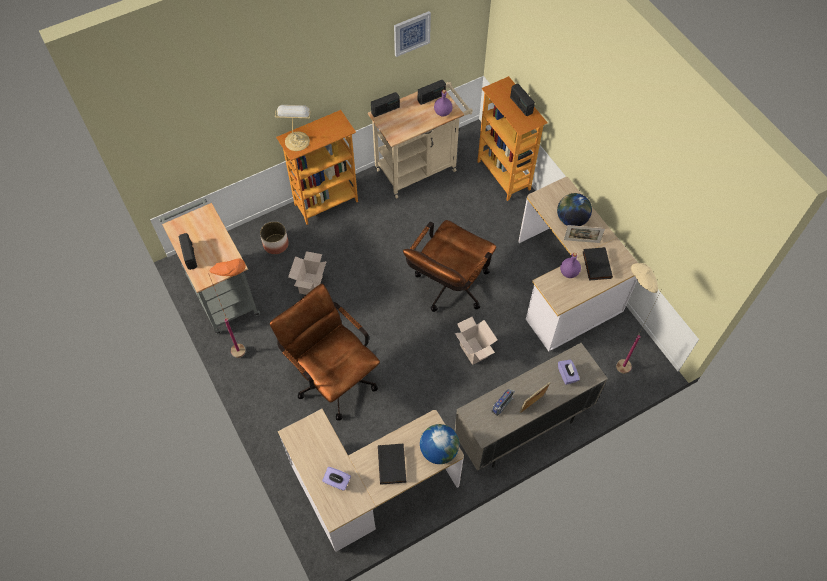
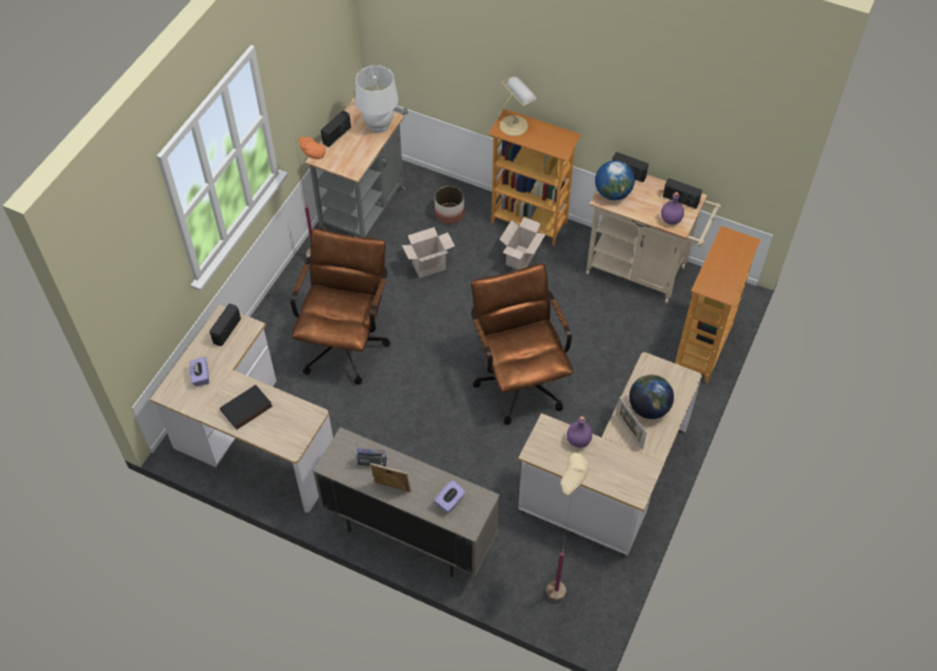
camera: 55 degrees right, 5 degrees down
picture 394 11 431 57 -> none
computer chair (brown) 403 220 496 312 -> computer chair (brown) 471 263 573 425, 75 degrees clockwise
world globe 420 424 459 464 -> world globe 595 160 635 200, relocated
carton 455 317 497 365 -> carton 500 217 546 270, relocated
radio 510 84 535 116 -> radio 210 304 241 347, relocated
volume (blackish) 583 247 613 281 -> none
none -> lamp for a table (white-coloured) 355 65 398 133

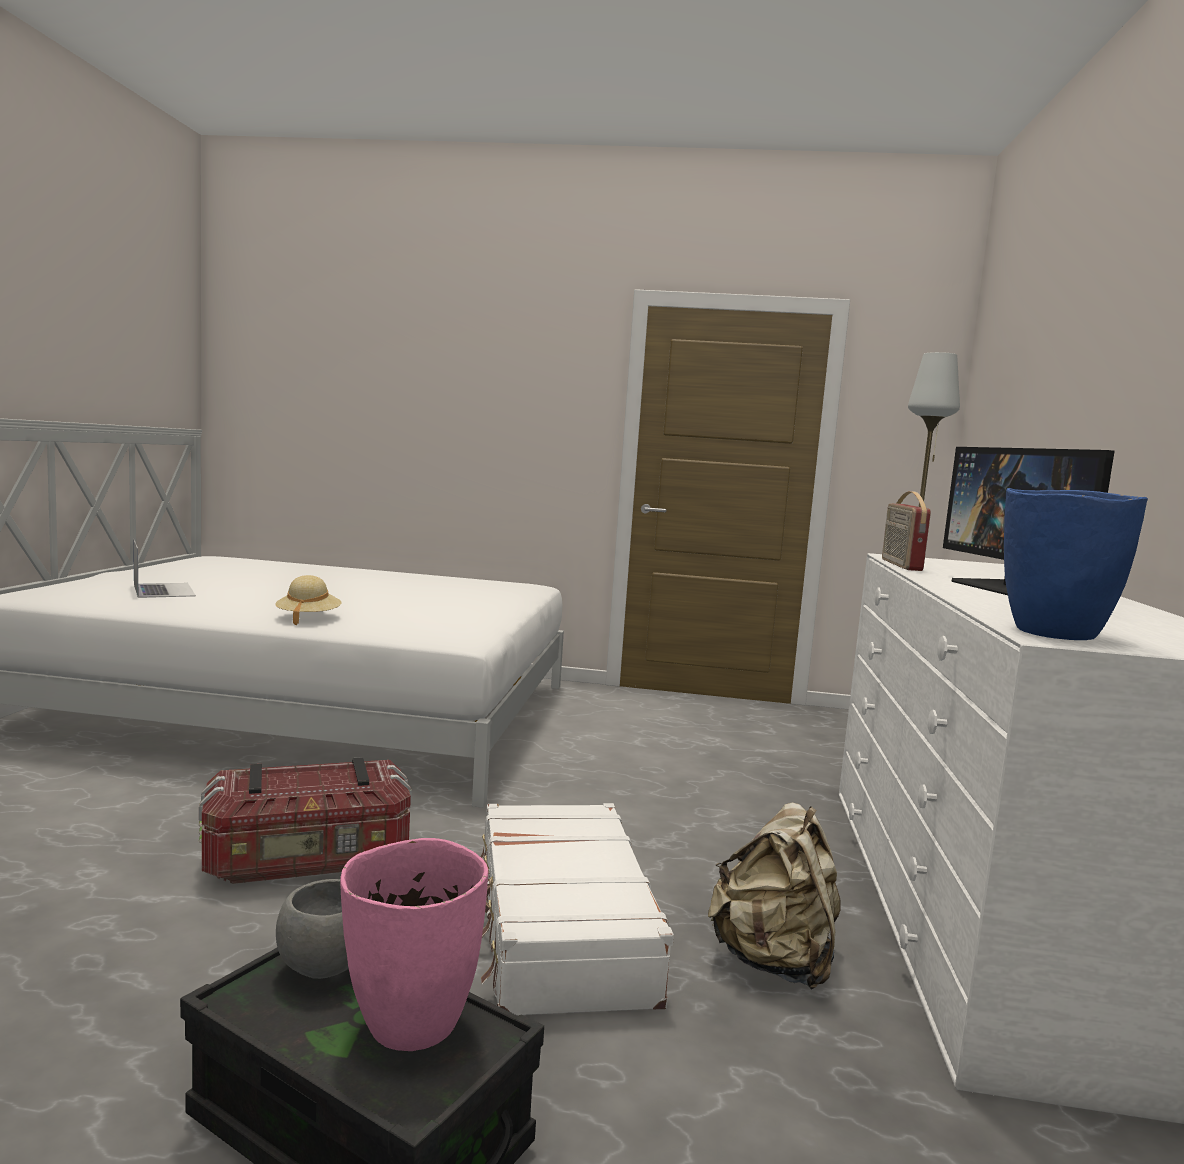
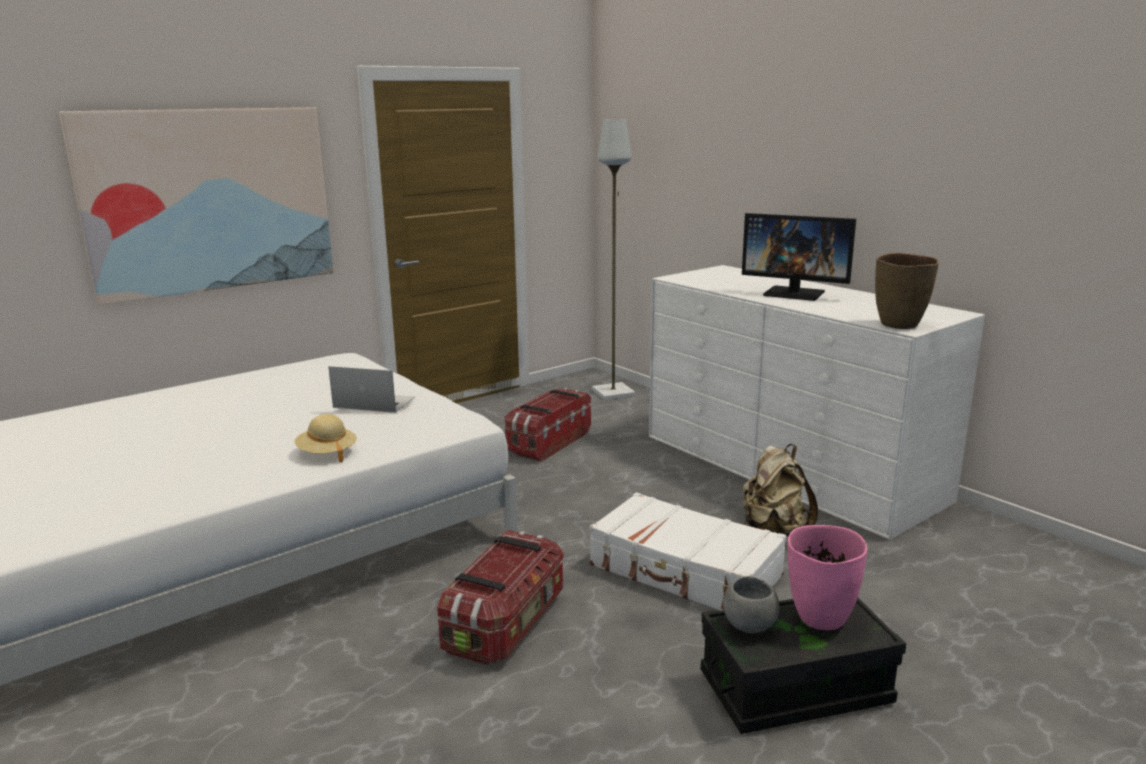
camera: 45 degrees left, 10 degrees up
portable computer 133 539 196 598 -> portable computer 328 366 415 413, relocated
radio 882 491 931 571 -> none
vase (blue) 1004 488 1148 640 -> vase (brown) 875 253 939 329
none -> picture 59 107 333 305
none -> storage container 505 388 591 462

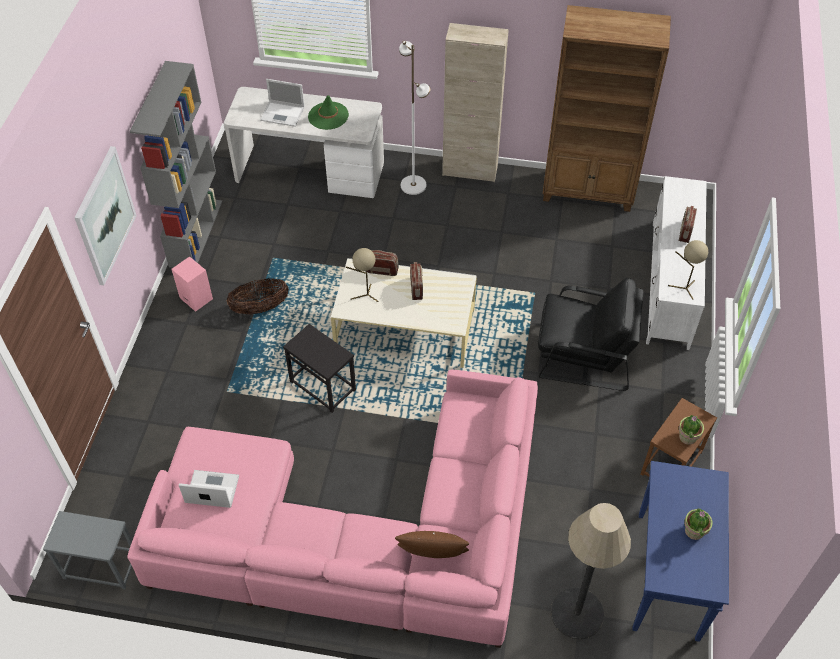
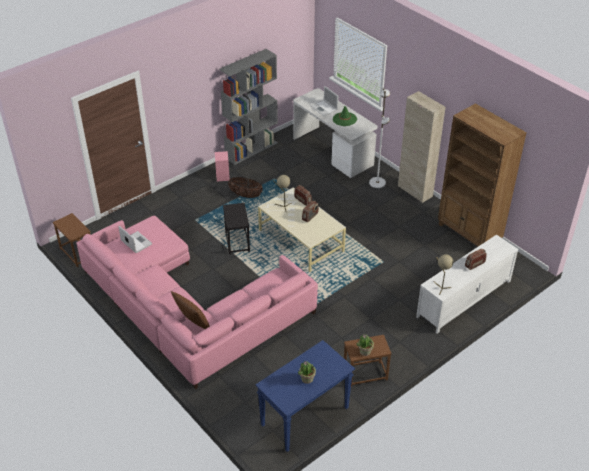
camera: 40 degrees right, 10 degrees down
accent table (gray) 43 511 133 589 -> accent table (brown) 53 213 91 267
picture 74 146 137 285 -> none
armchair (blackish) 538 278 644 391 -> none
standard lamp 551 503 631 639 -> none

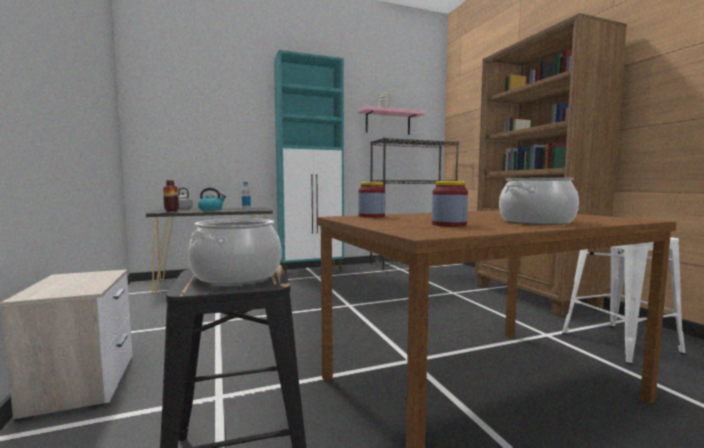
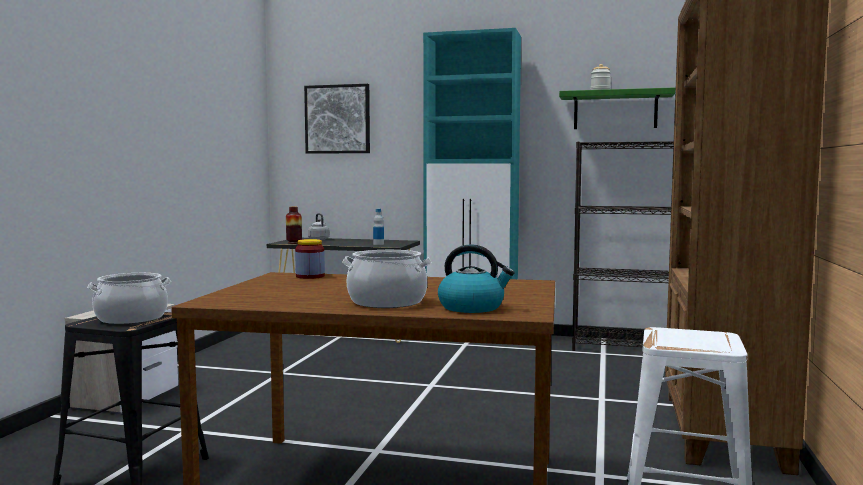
camera: 35 degrees right, 0 degrees up
tea kettle 198 188 226 211 -> tea kettle 438 244 515 313, relocated
shelf (pink) 358 106 427 135 -> shelf (greenish) 559 87 675 129
storage jar 432 181 468 227 -> none
none -> picture 304 84 370 154

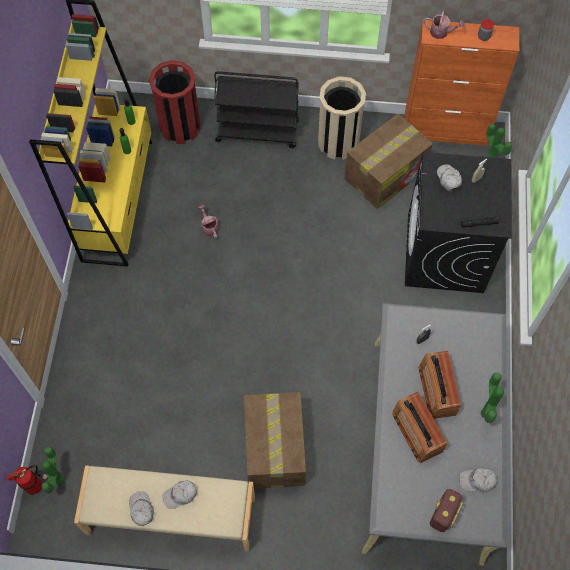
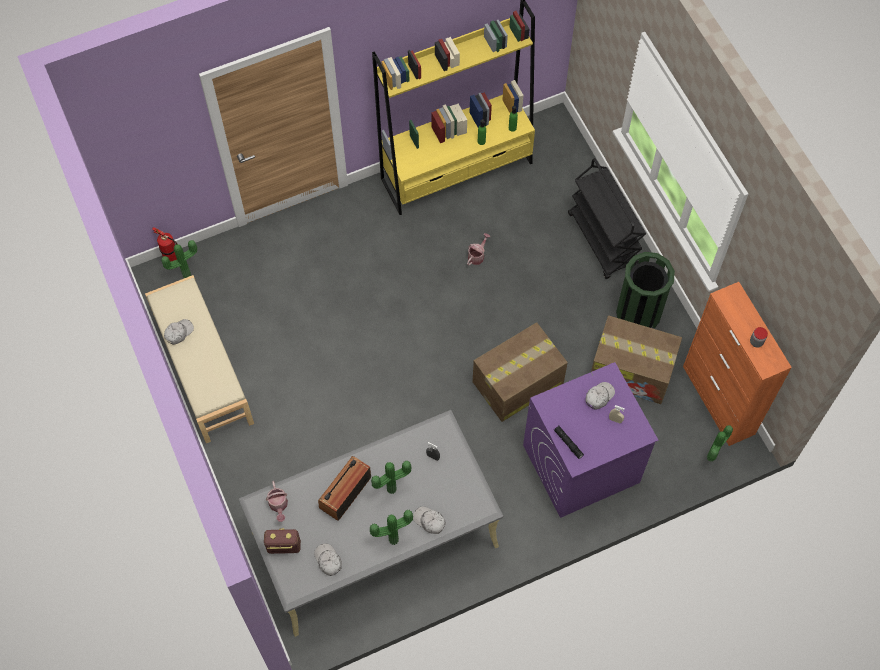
camera: 60 degrees right, 0 degrees up
rubbish bin (red-coloured) 149 60 201 144 -> none
baseball cap (white-coloured) 162 481 197 509 -> baseball cap (white-coloured) 413 506 446 534, relocated
carton 244 392 306 489 -> carton 473 322 568 422, relocated
rubbish bin (sand-coloured) 318 76 366 160 -> rubbish bin (greenish) 616 252 675 329
washing machine (blackish) 405 152 512 293 -> washing machine (purple) 523 362 658 518
radio 418 351 461 419 -> houseplant 371 461 412 494
watering can 423 11 465 39 -> watering can 266 481 288 522, relocated

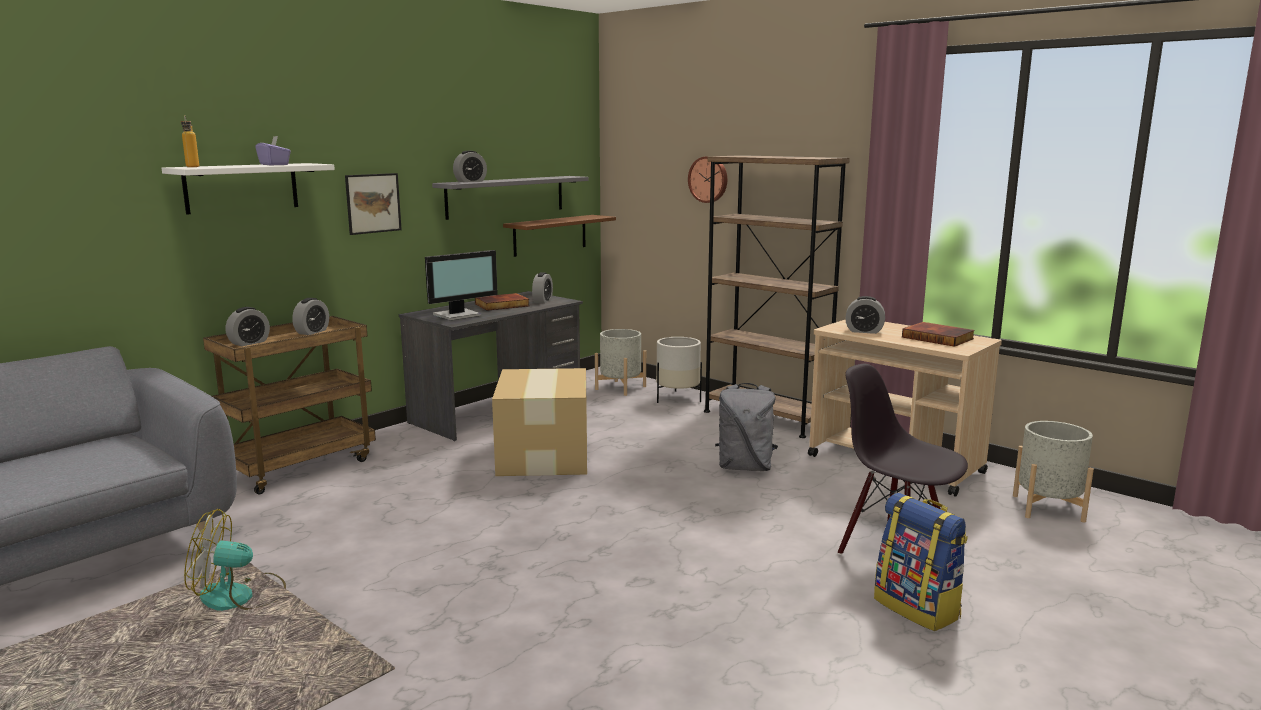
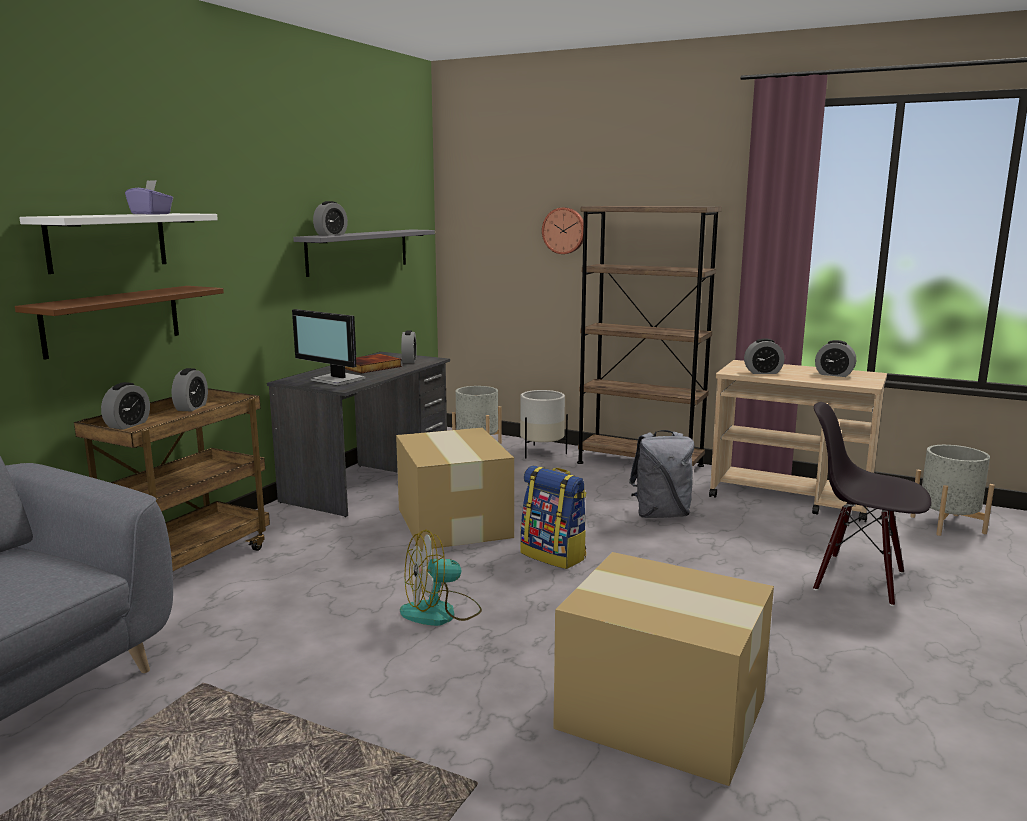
camera: 15 degrees left, 0 degrees up
beverage bottle 181 116 199 167 -> none
fan 184 509 286 611 -> fan 400 529 482 626, relocated
picture 345 173 402 235 -> none
monitor 425 250 498 320 -> monitor 292 309 366 386, 90 degrees clockwise
shelf (brown) 503 215 616 257 -> shelf (brown) 15 286 224 360, relocated
knapsack 874 493 968 631 -> knapsack 520 466 587 569, relocated
volume 902 322 975 347 -> alarm clock 815 340 856 377
none -> carton 553 552 774 786

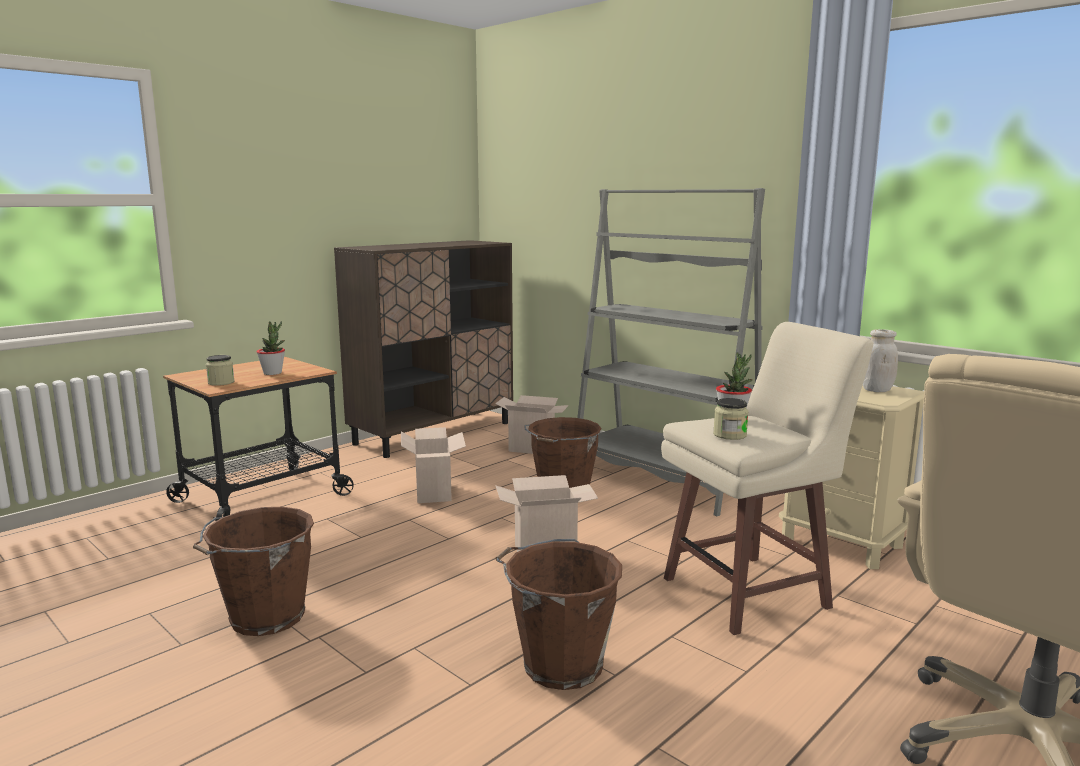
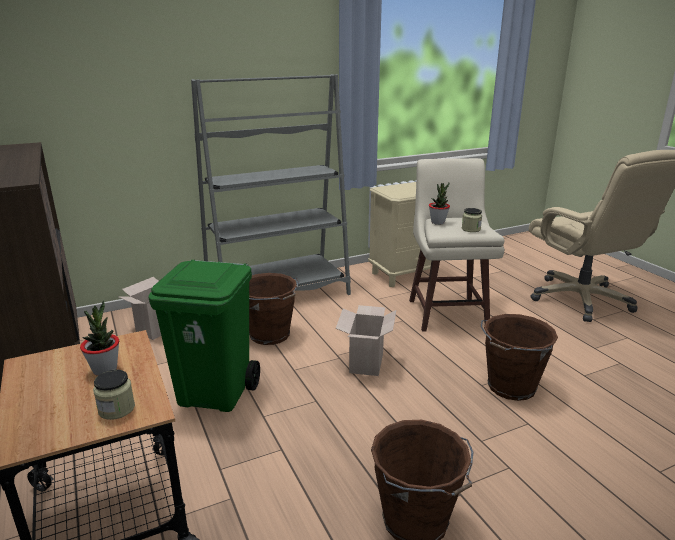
camera: 70 degrees left, 10 degrees up
carton 401 427 466 503 -> rubbish bin (greenish) 148 260 260 412
storage jar (white-coloured) 863 329 898 392 -> none

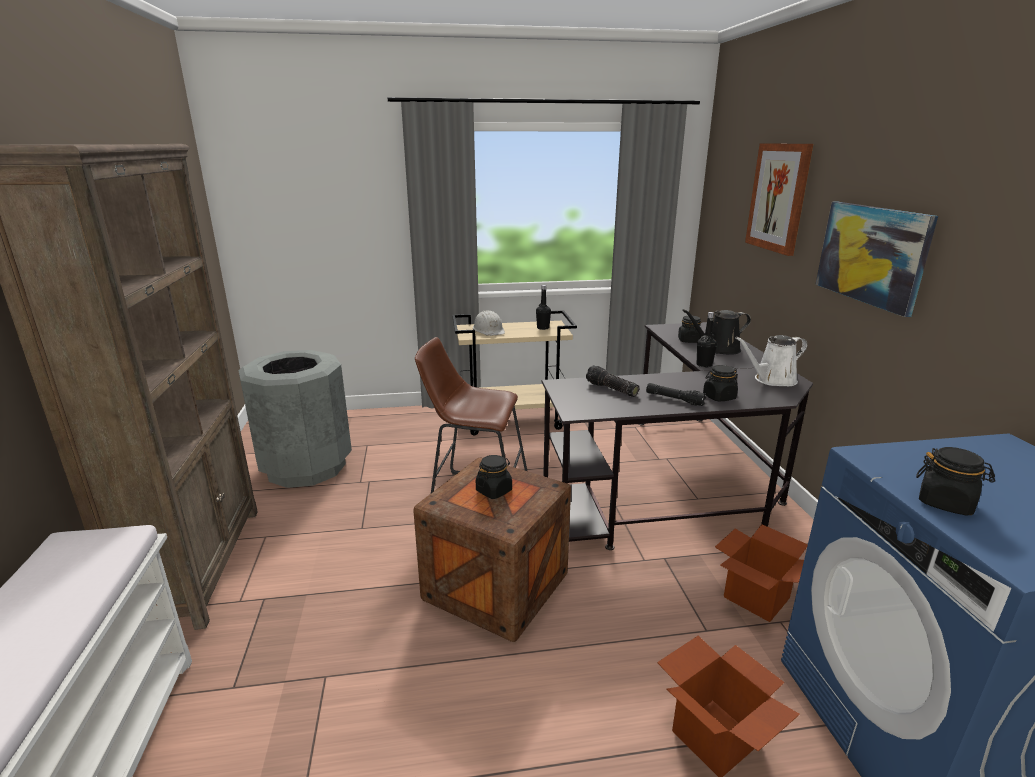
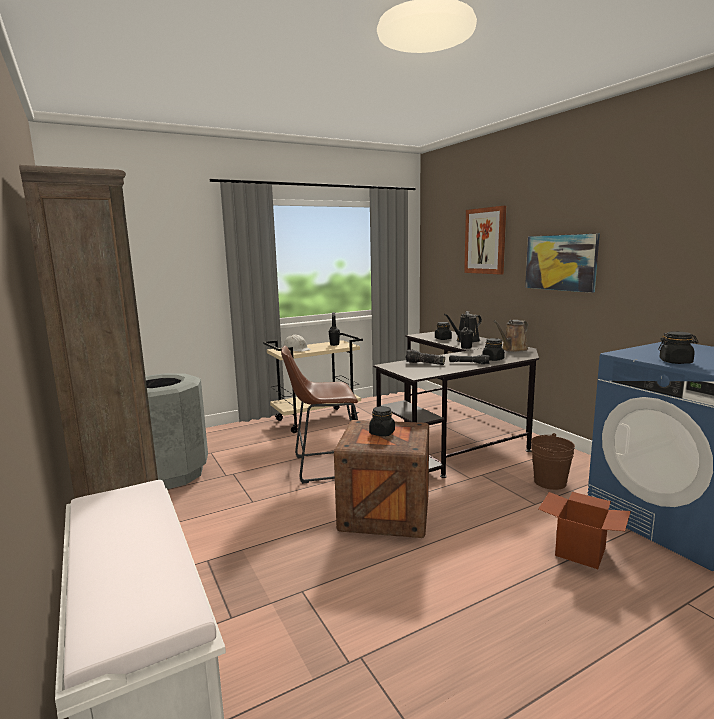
camera: 20 degrees left, 10 degrees down
carton 715 524 808 622 -> water bucket (brown) 531 433 575 490
watering can (white-coloured) 735 335 808 386 -> watering can (brown) 493 320 529 352

